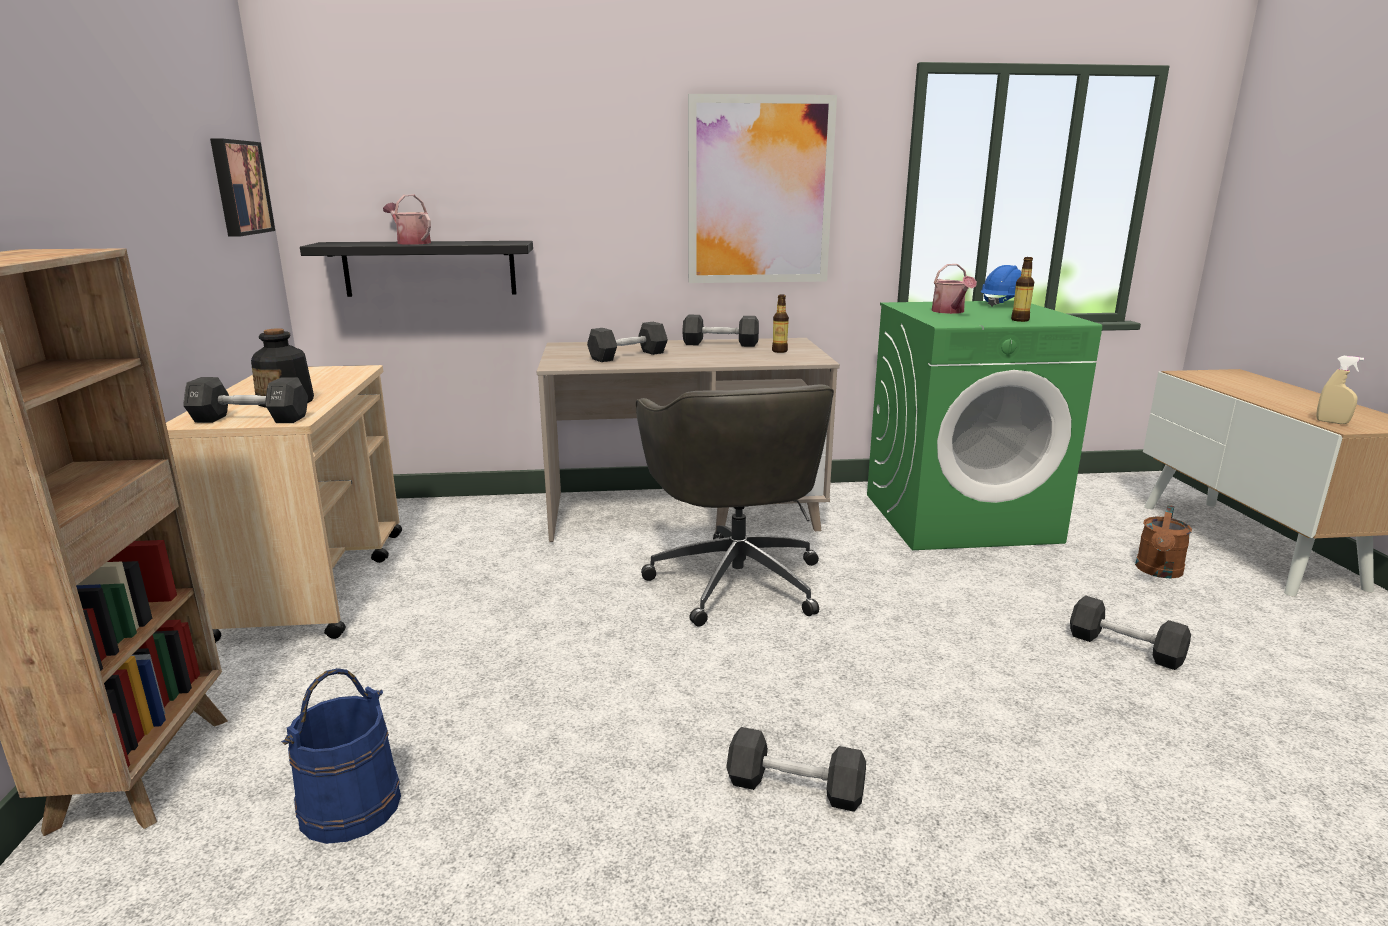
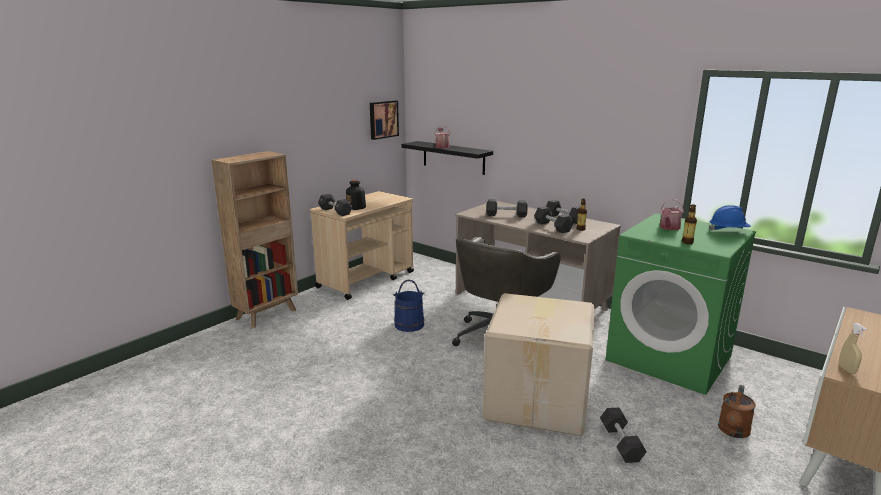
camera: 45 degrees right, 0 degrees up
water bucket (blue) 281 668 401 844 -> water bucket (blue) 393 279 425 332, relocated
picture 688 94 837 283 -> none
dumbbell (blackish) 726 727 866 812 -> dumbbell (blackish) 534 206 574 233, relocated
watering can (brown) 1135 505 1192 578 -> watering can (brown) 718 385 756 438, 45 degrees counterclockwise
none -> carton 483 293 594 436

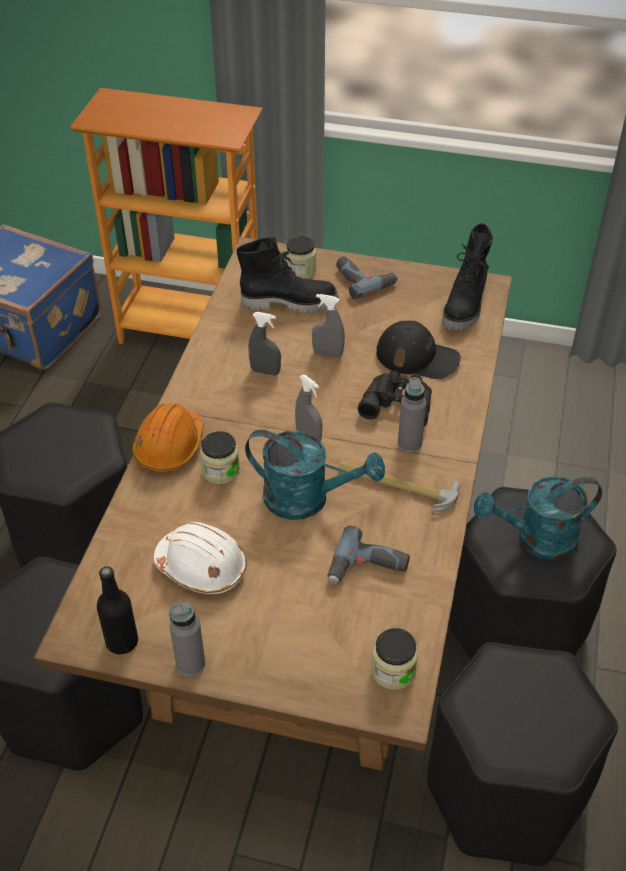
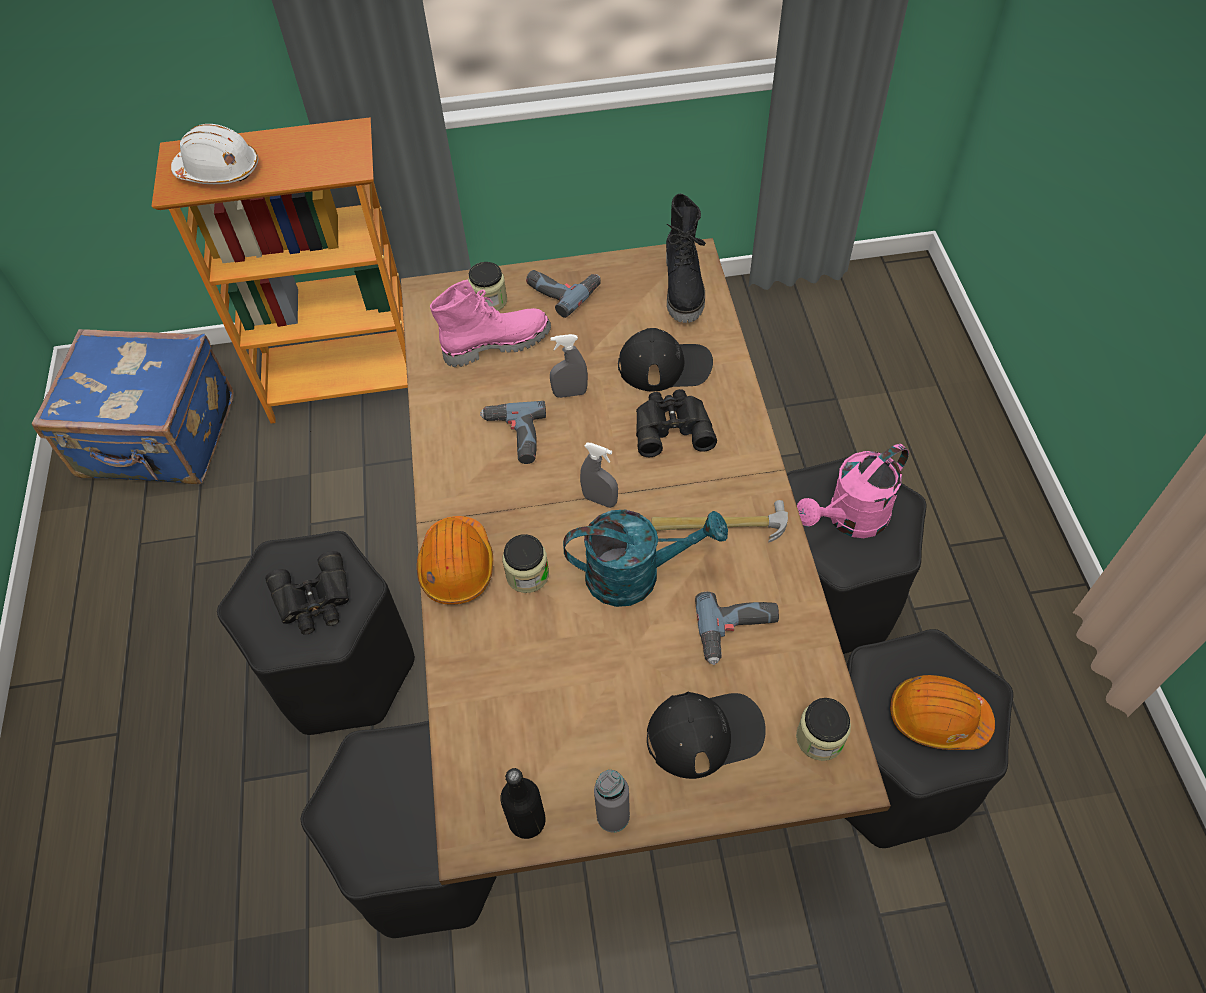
camera: 20 degrees left, 10 degrees up
hard hat (white-coloured) 154 522 247 594 -> hard hat (white-coloured) 171 124 258 184, relocated
tall boot (blackish) 236 237 339 313 -> tall boot (pink) 430 279 551 367
sprayer (gray) 248 312 281 376 -> power drill 480 401 546 464
beverage bottle (gray) 398 377 426 452 -> none
watering can (blue-green) 474 476 602 560 -> watering can (pink) 797 444 909 538
none -> pair of binoculars (blackish) 265 551 349 635
none -> baseball cap (blackish) 647 692 766 779
none -> hard hat (orangey) 890 675 995 750

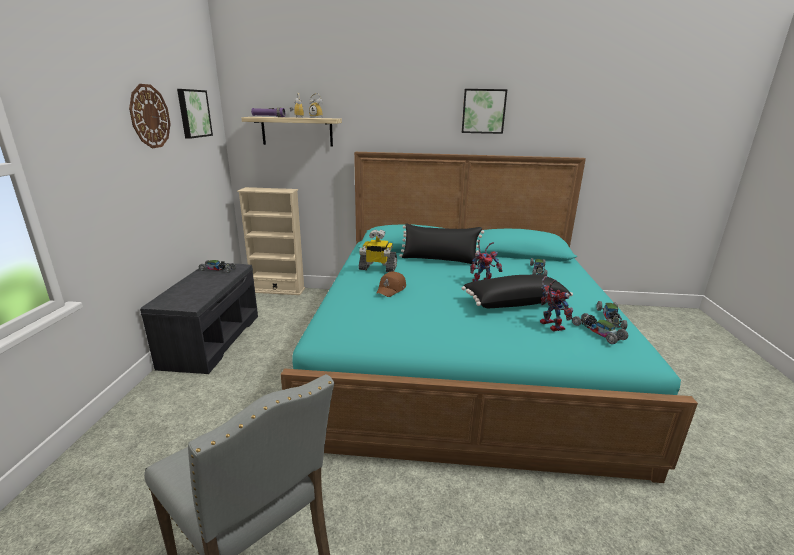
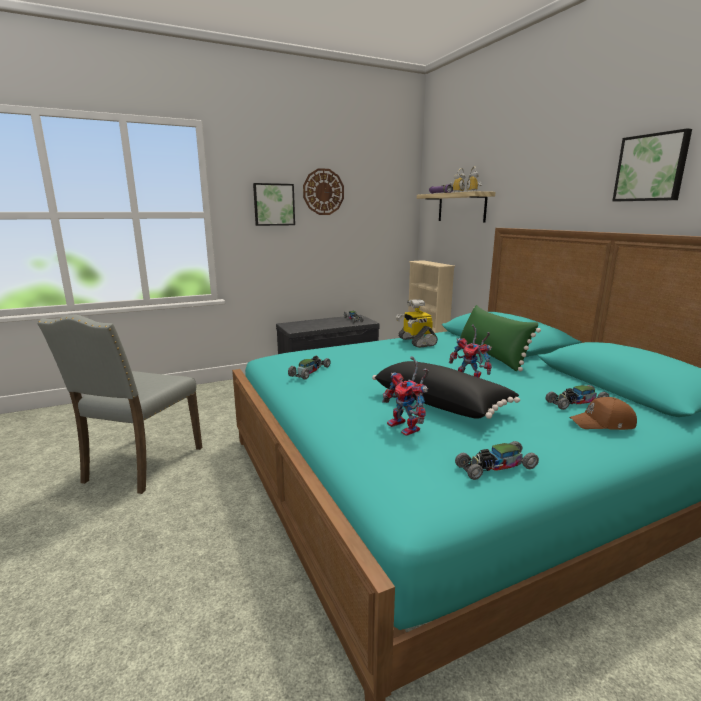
camera: 60 degrees right, 5 degrees down
picture 177 89 213 139 -> picture 253 183 295 226, relocated
baseball cap (brown) 376 271 406 297 -> baseball cap (brown) 569 397 637 430, relocated
throw pillow (blackish) 399 223 484 265 -> throw pillow (greenish) 460 305 541 371
robot figure 540 276 573 332 -> robot figure 382 356 429 436, 105 degrees clockwise
toy car 572 313 628 344 -> toy car 288 356 330 380, relocated

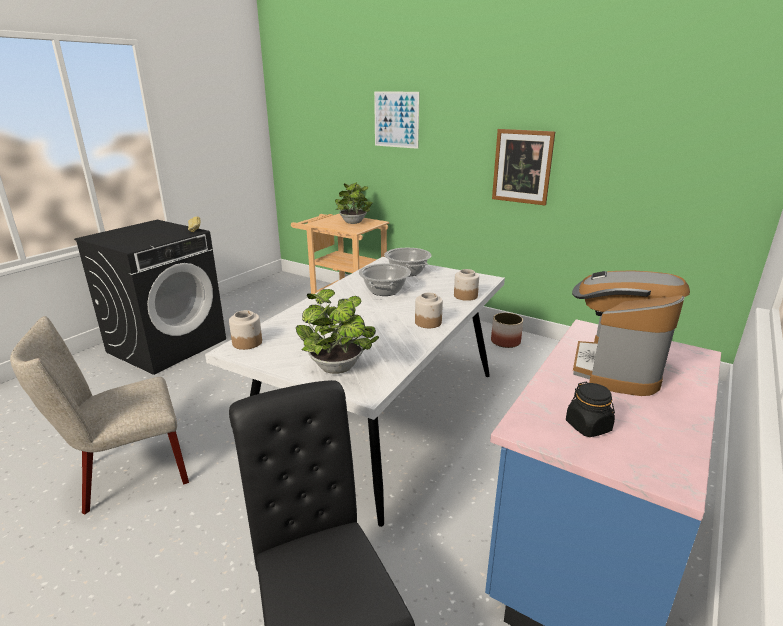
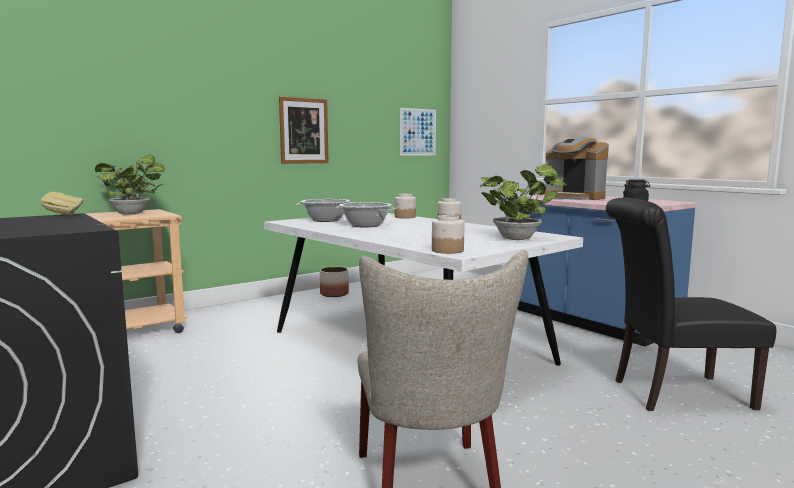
camera: 70 degrees left, 15 degrees down
picture 374 91 420 149 -> picture 400 108 436 156, relocated

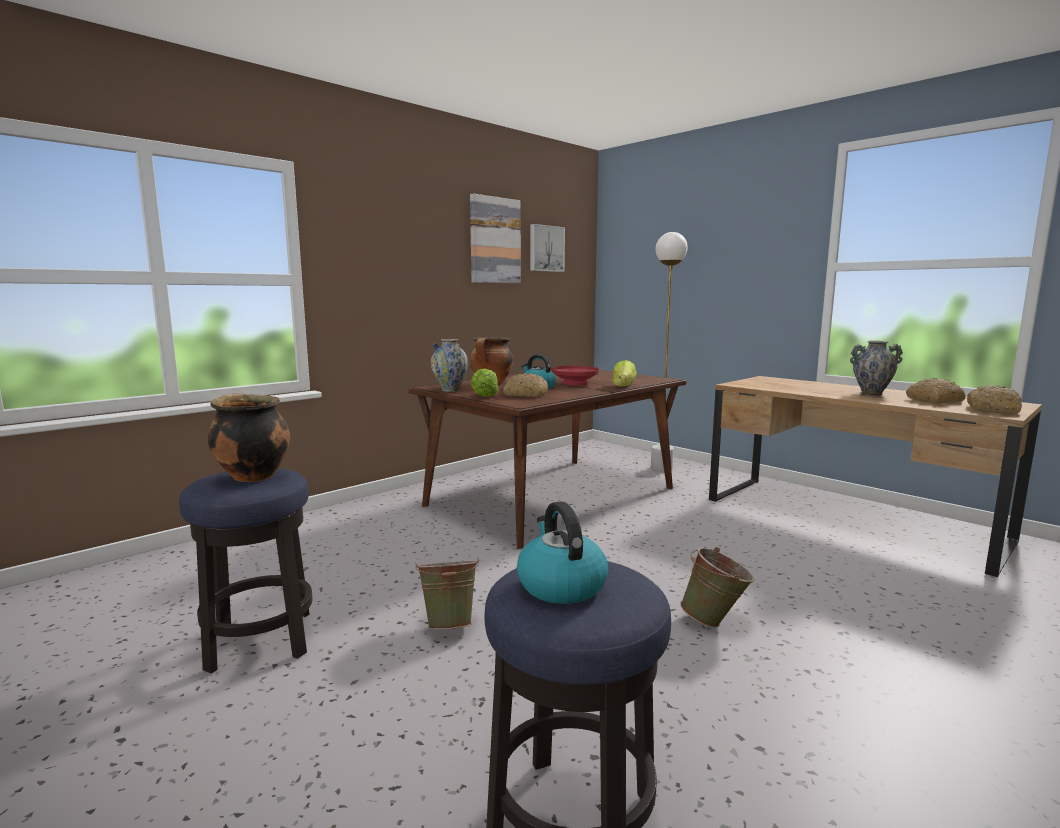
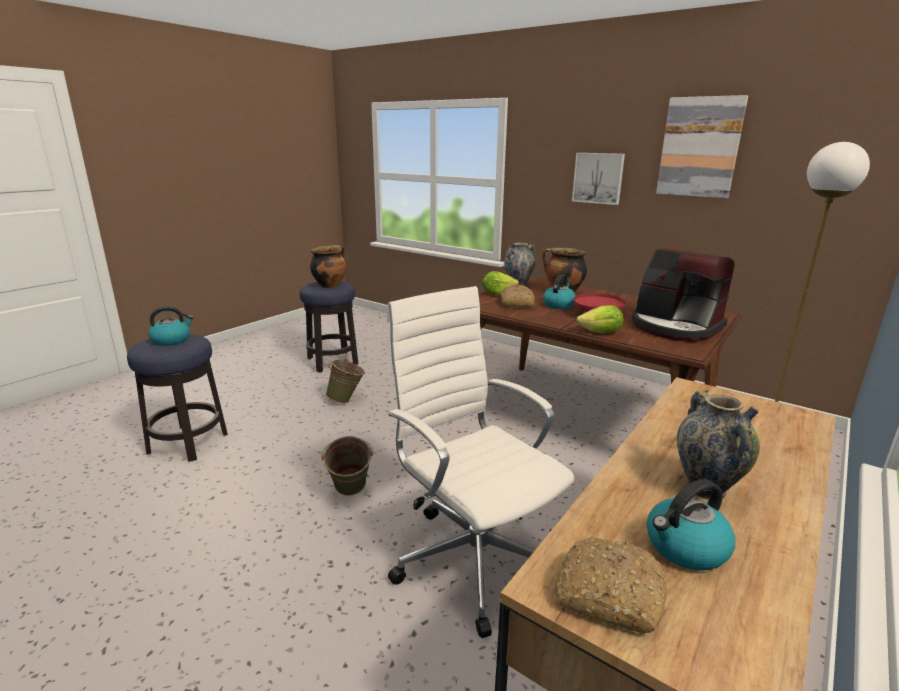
camera: 80 degrees right, 10 degrees up
picture 530 224 565 272 -> picture 572 153 625 205, relocated
bread 906 378 966 403 -> tea kettle 647 479 735 571
none -> computer chair (white-coloured) 387 286 575 638
none -> coffee machine 632 248 735 342

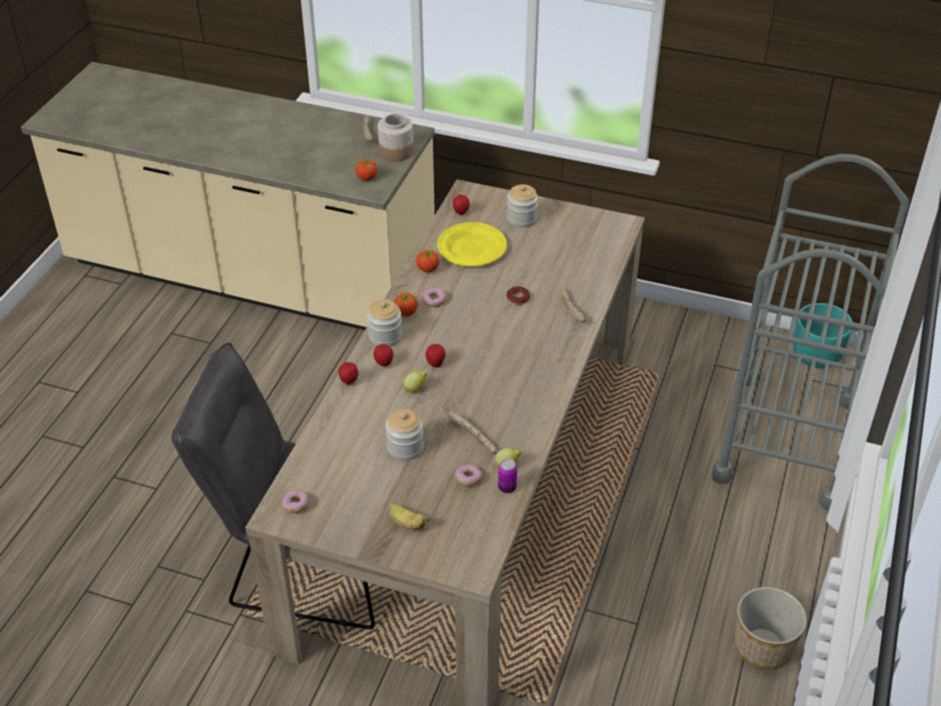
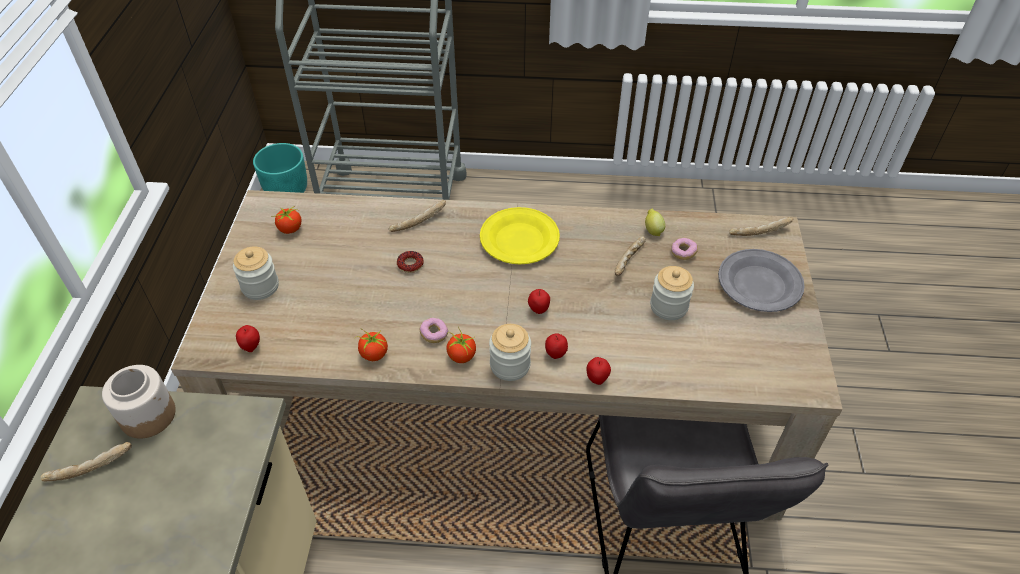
camera: 105 degrees left, 5 degrees up
donut 282 490 309 513 -> none
fresh tomato 356 154 378 181 -> fresh tomato 272 207 301 234, relocated
whole banana 388 502 429 530 -> plate (gray) 718 249 805 312
whole lemon 403 371 427 393 -> none
plate (yellow-coloured) 437 222 507 267 -> plate (yellow-coloured) 480 207 560 264, relocated
can 498 459 517 493 -> none
plant pot 735 587 807 670 -> none
none -> bread 729 217 793 236

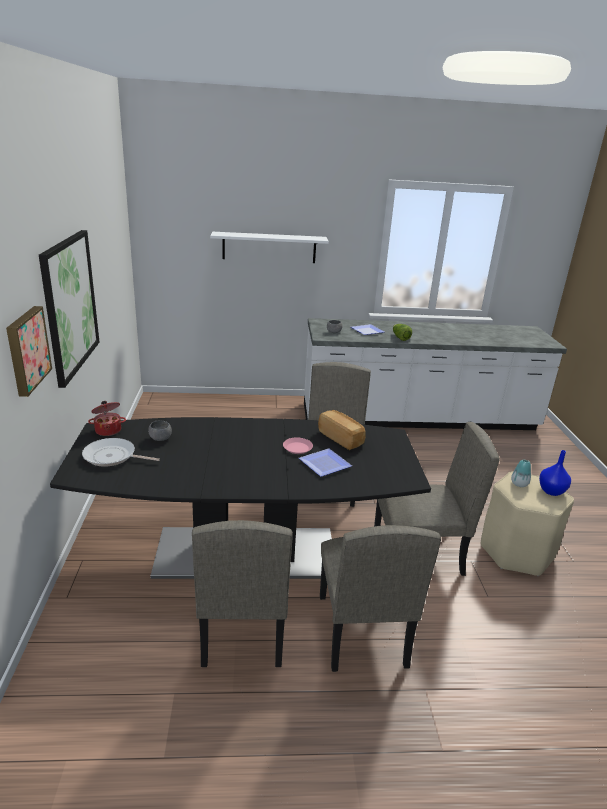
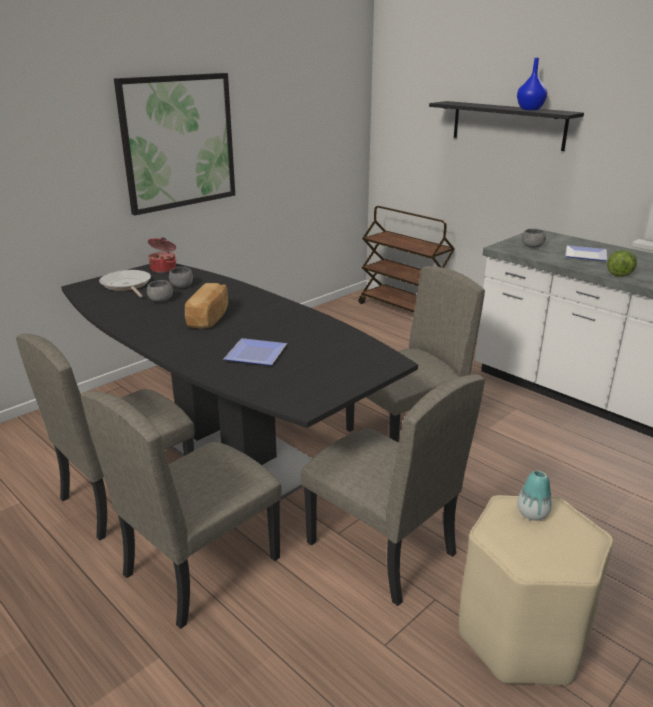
camera: 50 degrees right, 0 degrees up
picture 6 306 52 397 -> none
shelf (white-coloured) 210 232 329 263 -> shelf (blackish) 429 101 584 151
plate (pink) 283 437 313 454 -> none
bread 318 410 366 450 -> bread 185 283 228 329, relocated
vase (blue) 539 450 571 496 -> vase (blue) 517 58 547 110, relocated
none -> bowl (gray) 147 280 173 302
none -> cart (brown) 359 206 455 313

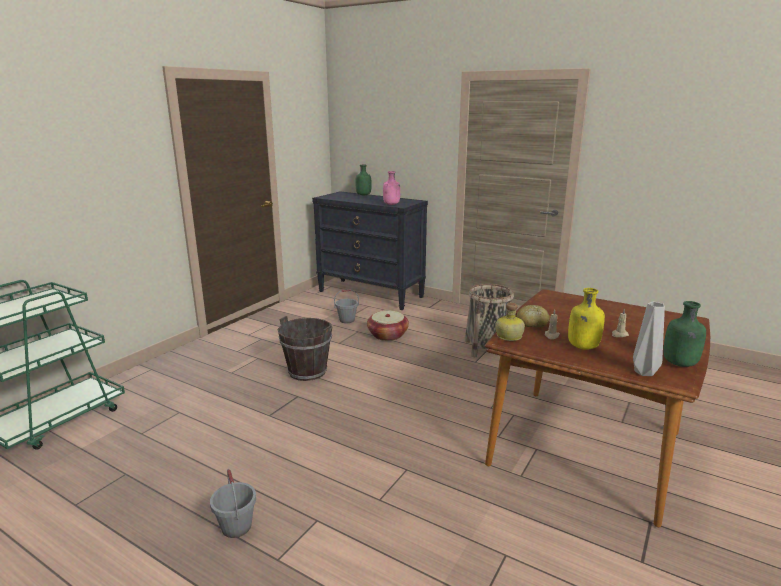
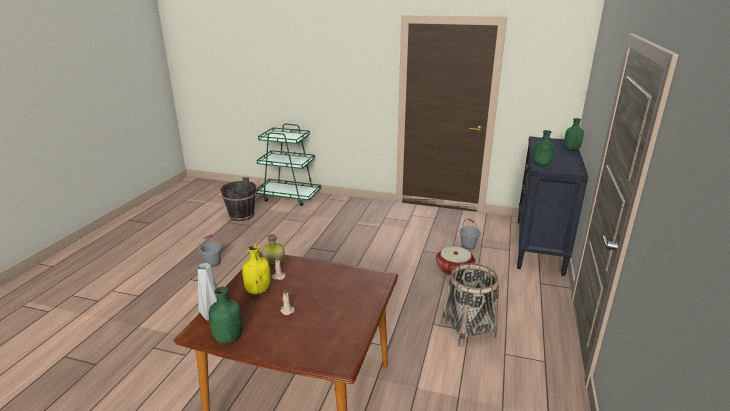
camera: 75 degrees right, 5 degrees up
water bucket (brown) 278 316 332 381 -> water bucket (brown) 221 177 256 221, relocated
beverage bottle (pink) 383 171 400 205 -> beverage bottle (greenish) 534 130 554 166
bread 517 305 549 328 -> none

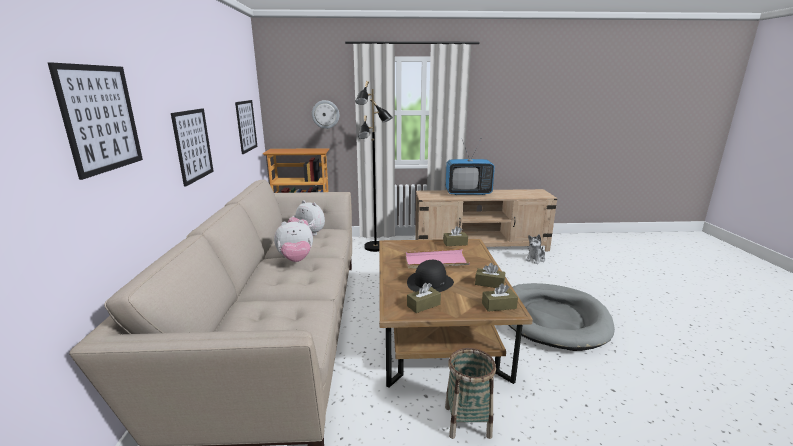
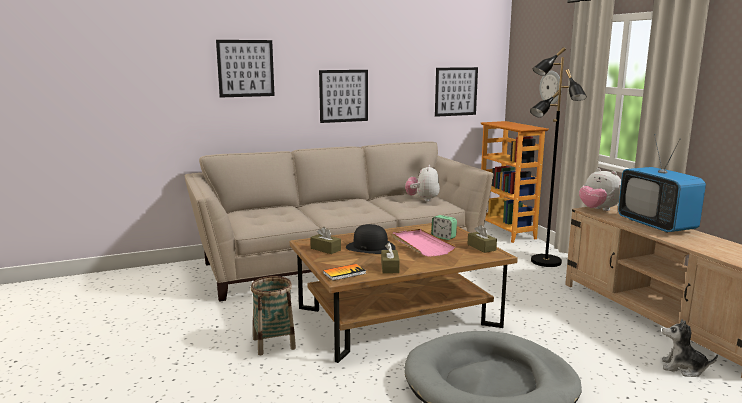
camera: 70 degrees right, 5 degrees down
soft toy 274 220 313 262 -> soft toy 579 168 621 211, relocated
tissue box (brown) 482 283 518 312 -> volume 323 264 366 281
none -> alarm clock 431 215 457 240

